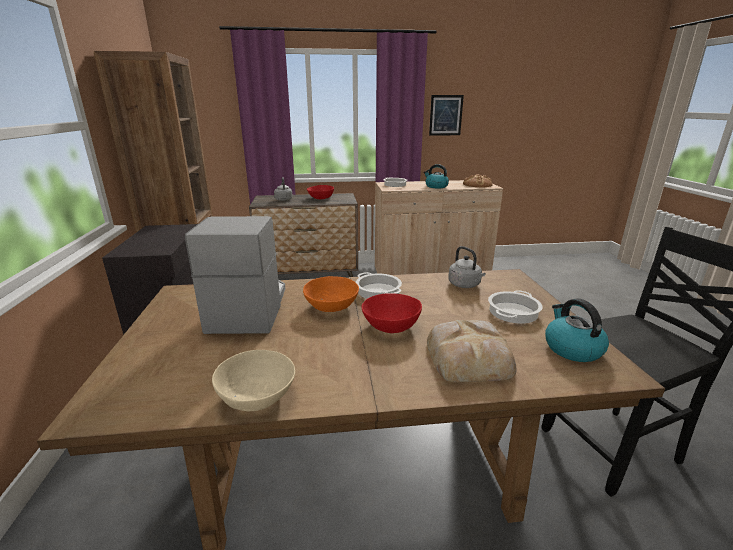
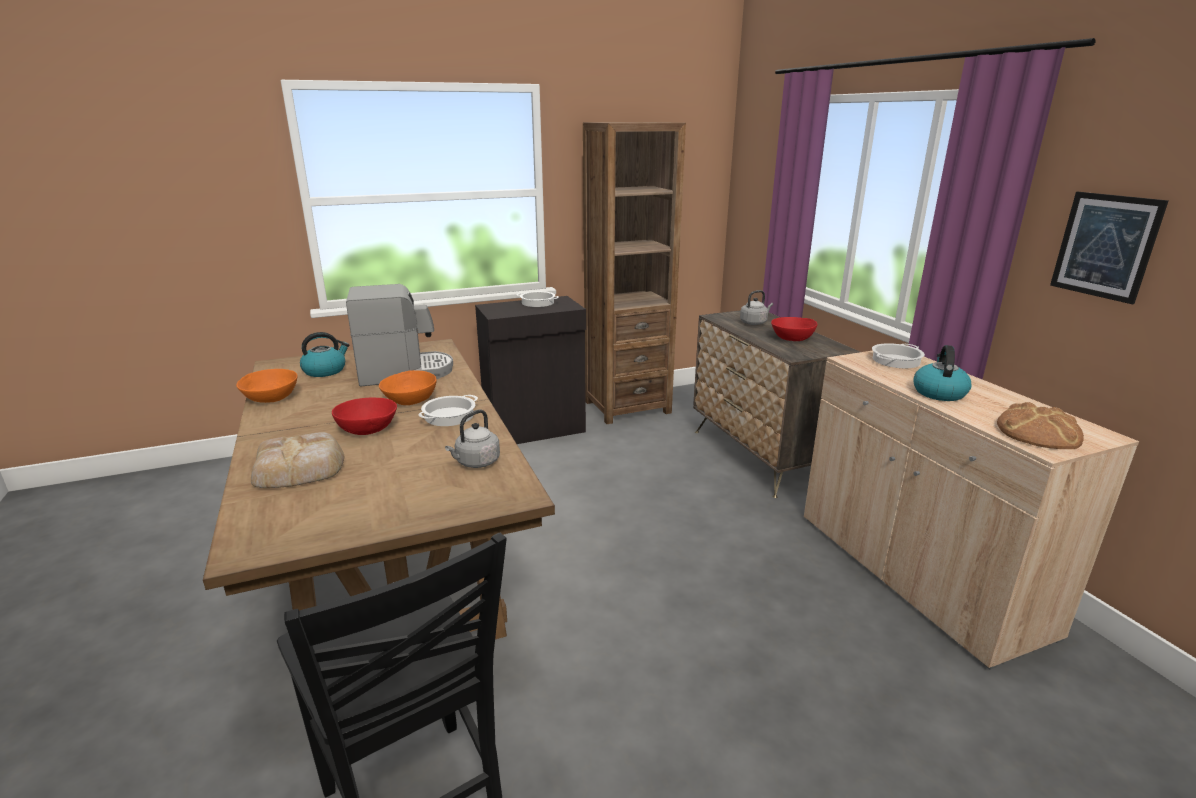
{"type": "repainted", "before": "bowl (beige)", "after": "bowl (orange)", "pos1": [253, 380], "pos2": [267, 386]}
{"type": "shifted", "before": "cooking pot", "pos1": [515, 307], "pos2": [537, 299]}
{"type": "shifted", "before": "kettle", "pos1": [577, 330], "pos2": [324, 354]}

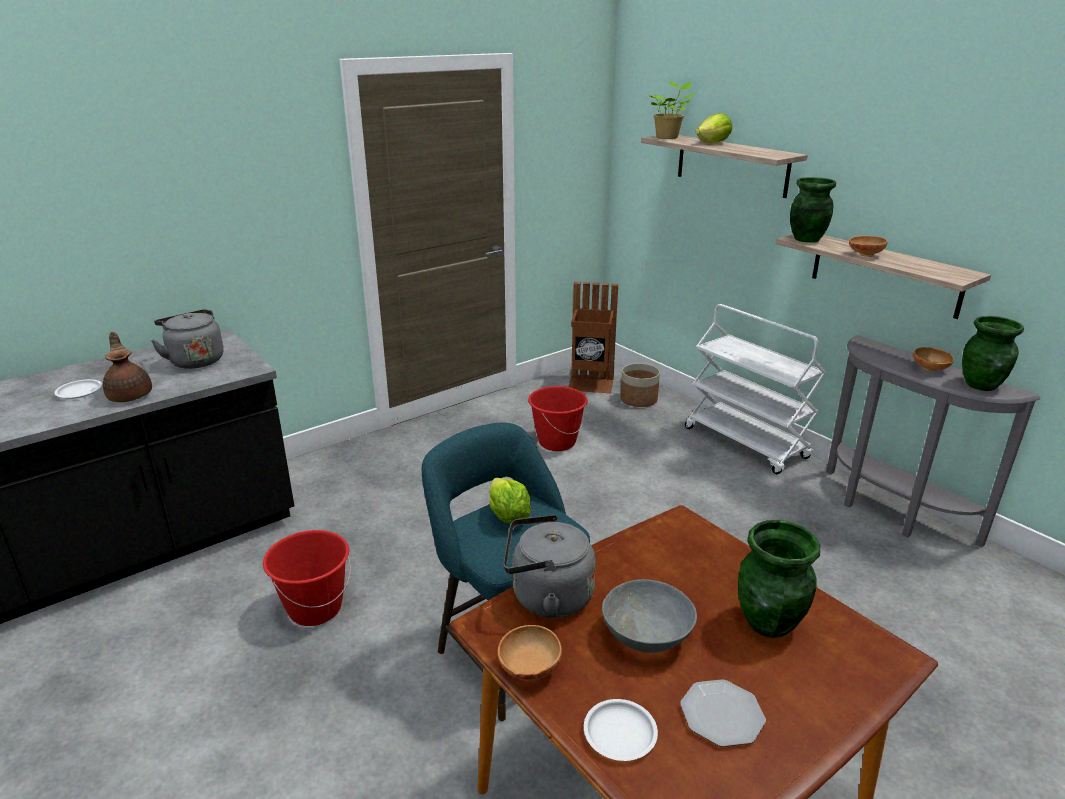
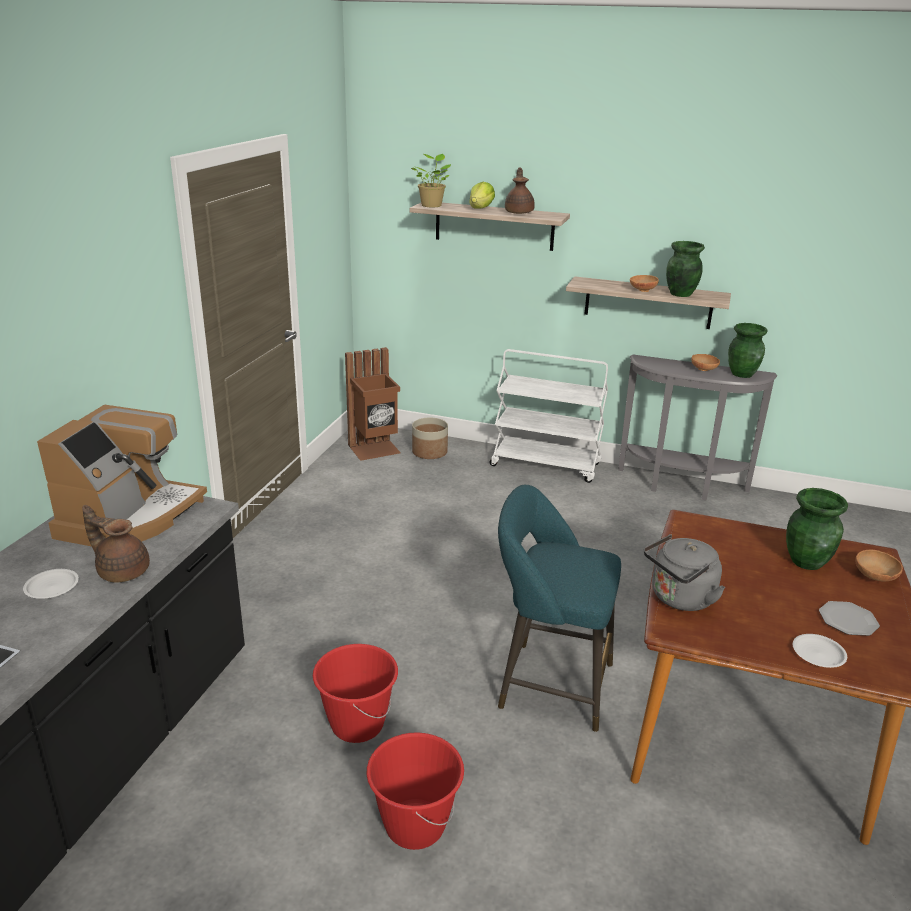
{"type": "swapped", "before": "kettle (grey)", "after": "coffee machine", "pos1": [187, 339], "pos2": [122, 475]}
{"type": "gone", "before": "lettuce", "pos1": [510, 501]}
{"type": "shifted", "before": "bowl (brown)", "pos1": [529, 653], "pos2": [879, 565]}
{"type": "shifted", "before": "bucket (red)", "pos1": [558, 418], "pos2": [415, 791]}
{"type": "gone", "before": "bowl (grey)", "pos1": [649, 616]}
{"type": "shifted", "before": "vase (green)", "pos1": [813, 210], "pos2": [685, 269]}
{"type": "new", "after": "teapot (brown)", "pos2": [520, 190]}

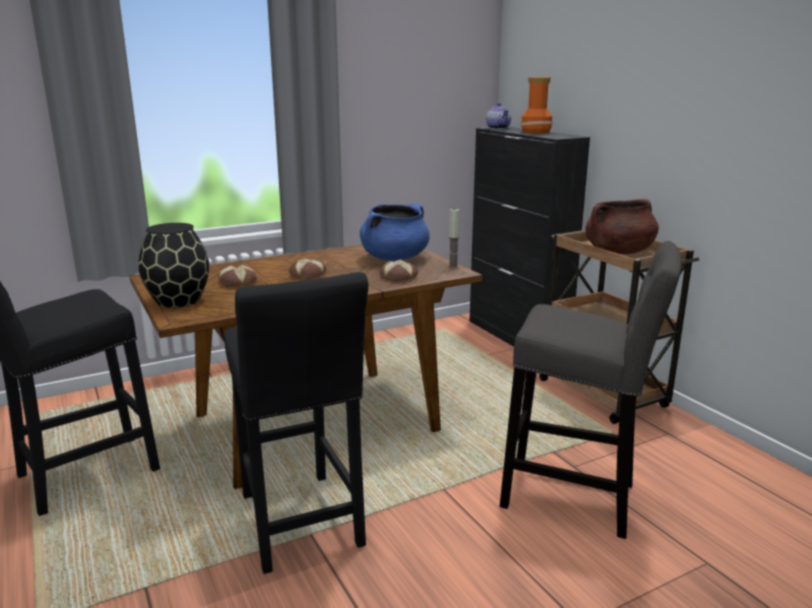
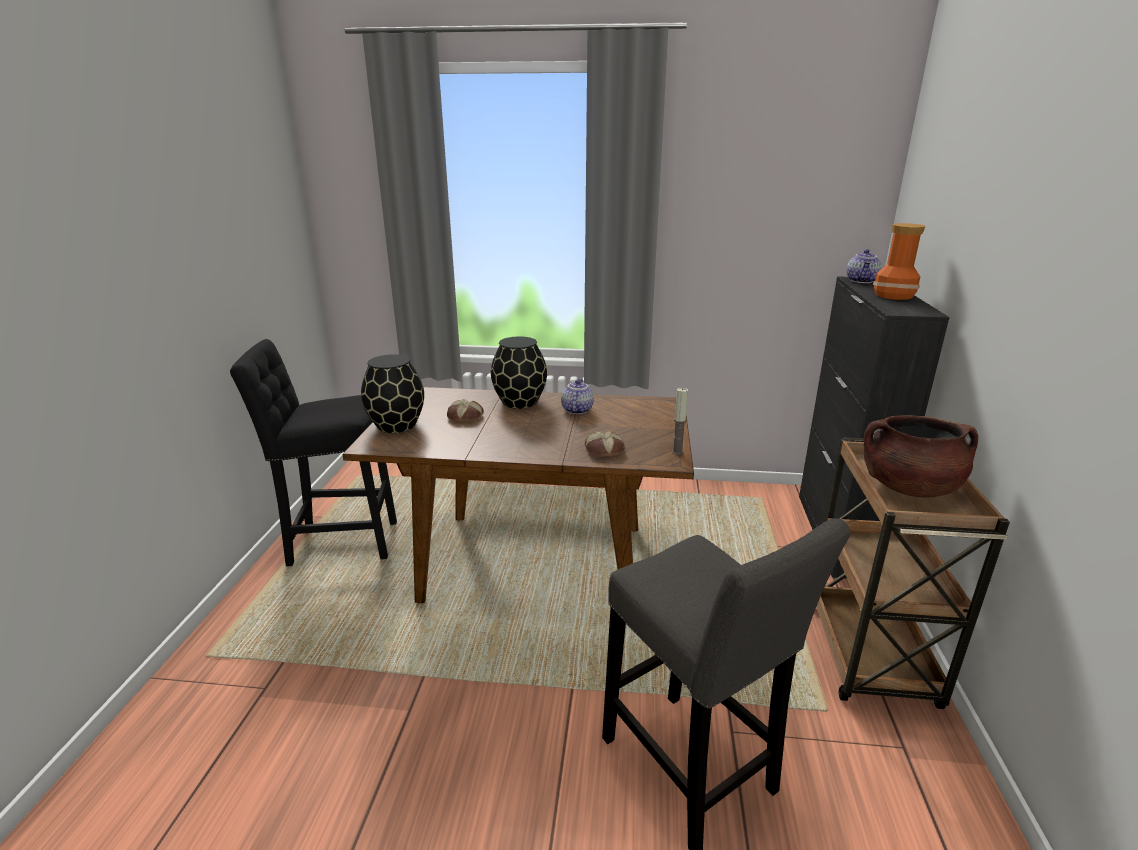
{"type": "gone", "before": "stool (black)", "pos1": [296, 423]}
{"type": "gone", "before": "bread", "pos1": [307, 268]}
{"type": "gone", "before": "cooking pot (blue)", "pos1": [395, 232]}
{"type": "new", "after": "vase (black)", "pos2": [519, 372]}
{"type": "new", "after": "teapot", "pos2": [577, 396]}

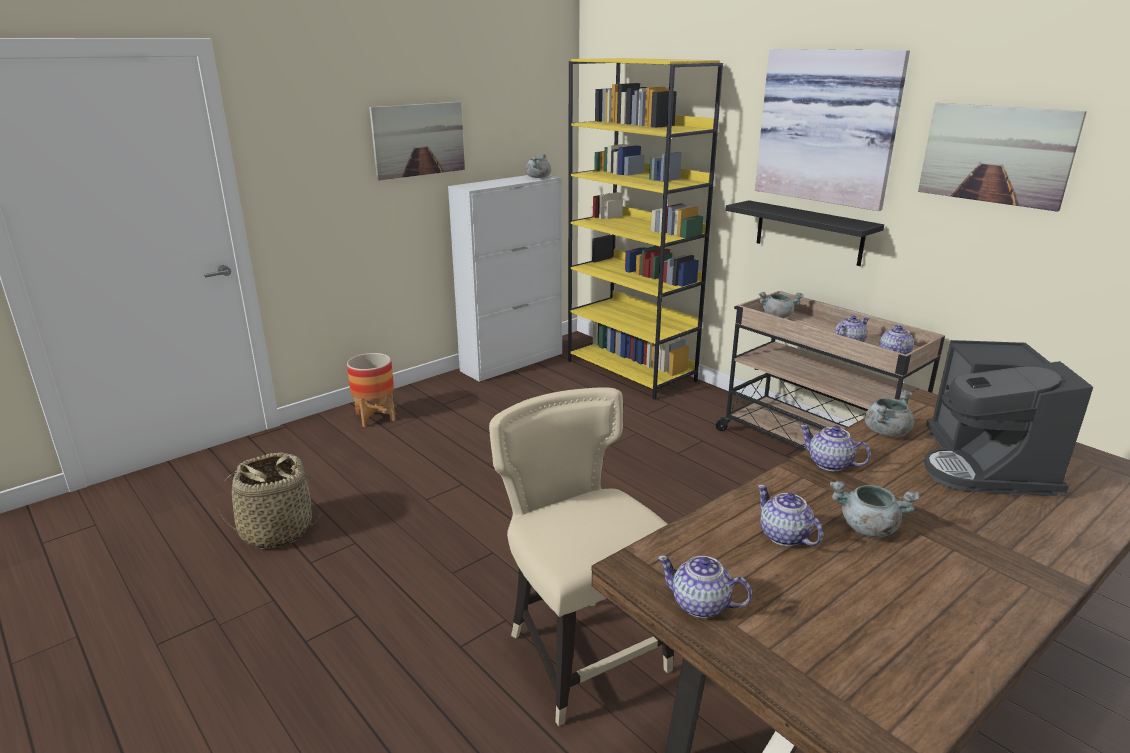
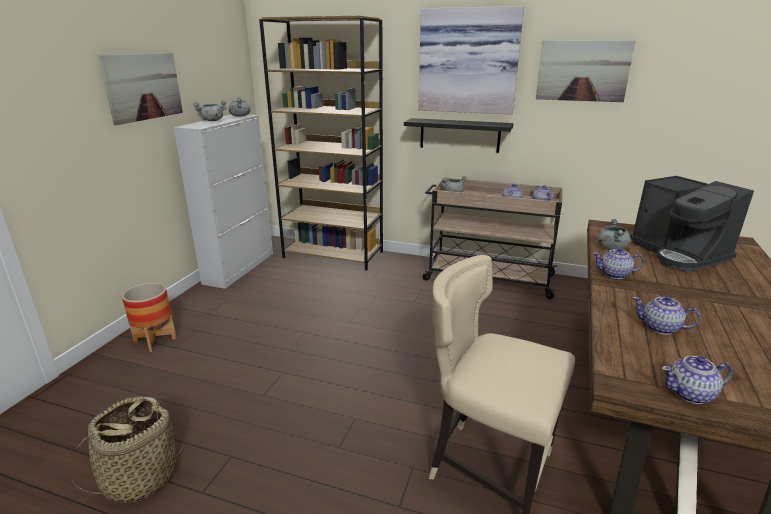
{"type": "repainted", "before": "bookcase (yellow)", "after": "bookcase (brown)", "pos1": [645, 229], "pos2": [321, 143]}
{"type": "shifted", "before": "cooking pot (grey)", "pos1": [875, 509], "pos2": [210, 110]}

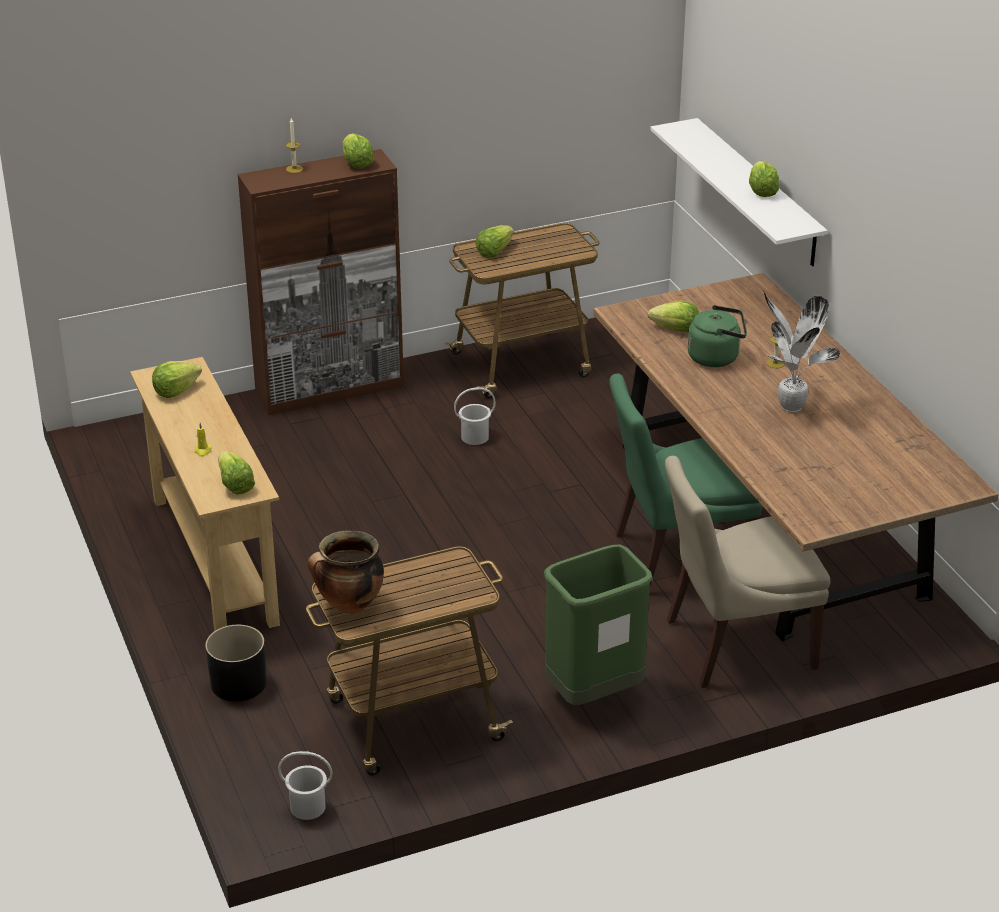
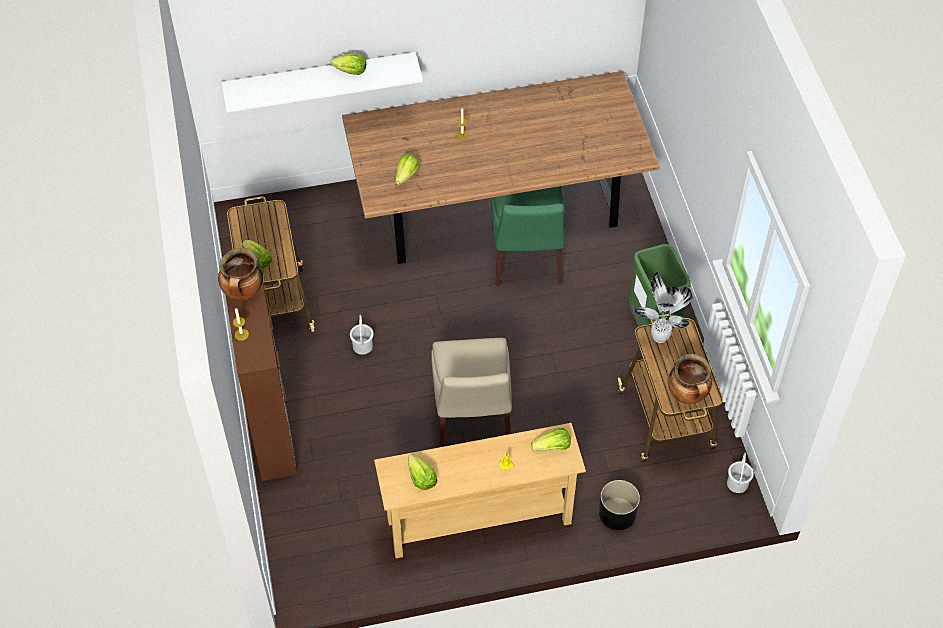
{"type": "swapped", "before": "lettuce", "after": "cooking pot", "pos1": [358, 150], "pos2": [240, 274]}
{"type": "shifted", "before": "chair (beige)", "pos1": [747, 572], "pos2": [471, 392]}
{"type": "gone", "before": "kettle (green)", "pos1": [717, 336]}
{"type": "shifted", "before": "potted plant", "pos1": [801, 351], "pos2": [663, 307]}

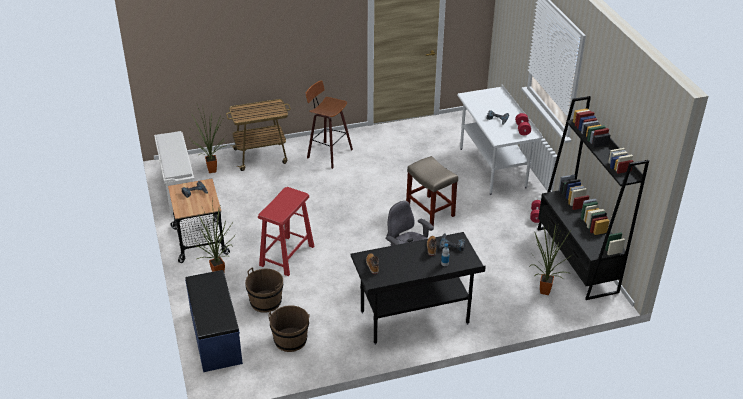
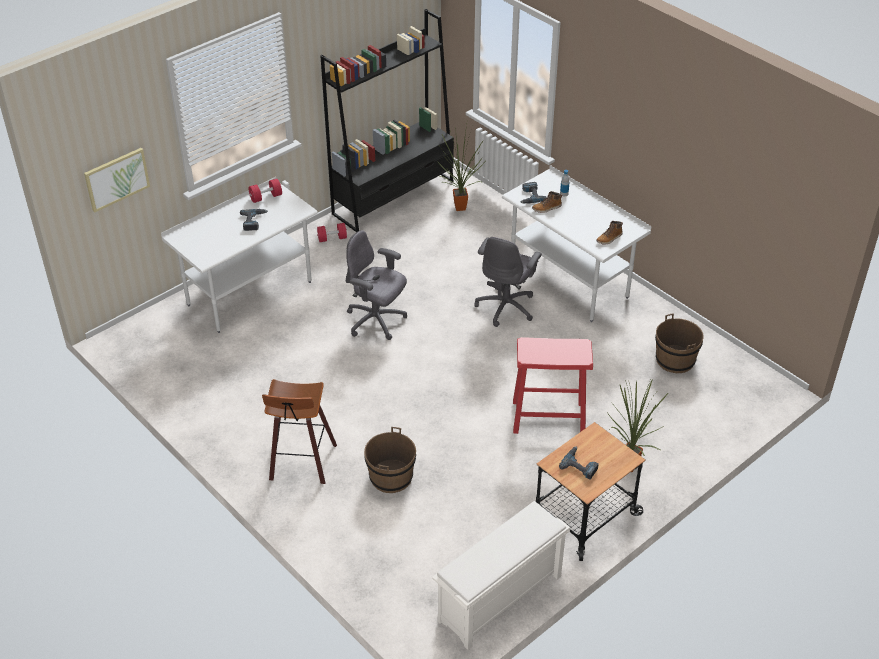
{"type": "gone", "before": "bench (blue)", "pos1": [214, 321]}
{"type": "gone", "before": "potted plant", "pos1": [209, 139]}
{"type": "gone", "before": "cart", "pos1": [258, 135]}
{"type": "shifted", "before": "bucket (brown)", "pos1": [264, 290], "pos2": [390, 460]}
{"type": "repainted", "before": "desk (black)", "after": "desk (white)", "pos1": [418, 288], "pos2": [577, 243]}
{"type": "swapped", "before": "stool (beige)", "after": "office chair (grey)", "pos1": [432, 191], "pos2": [376, 285]}
{"type": "new", "after": "picture", "pos2": [117, 180]}

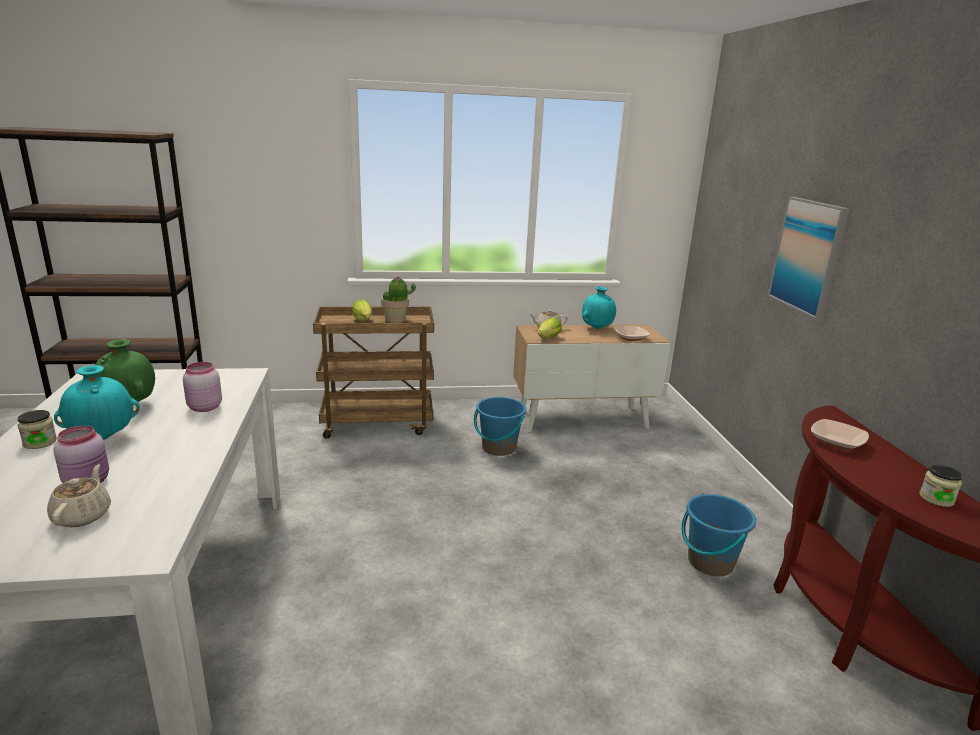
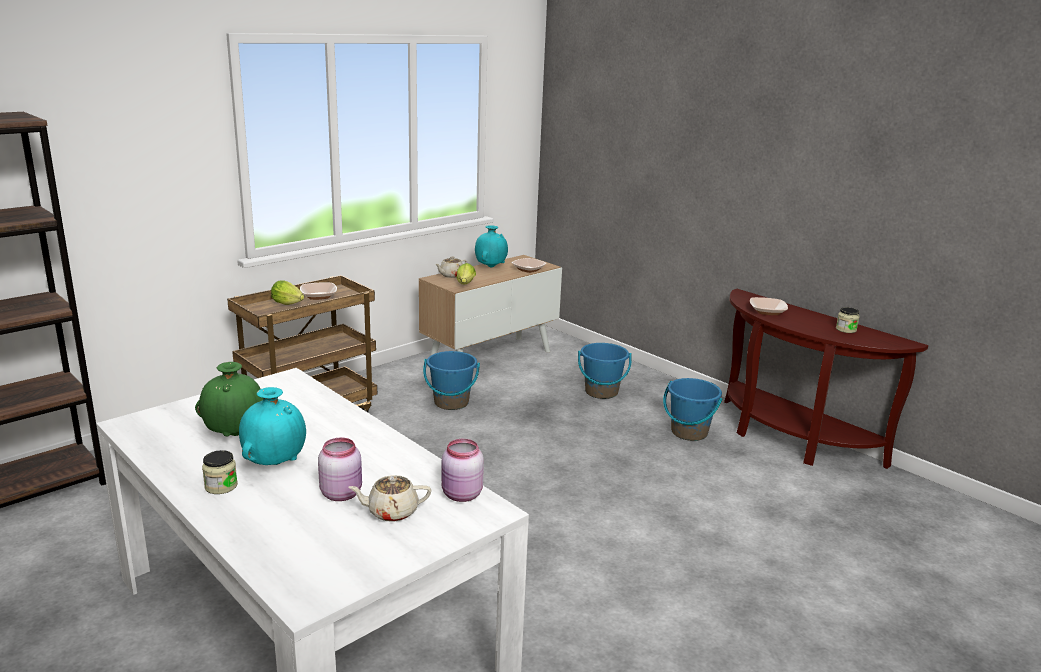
{"type": "rotated", "before": "teapot (beige)", "pos1": [79, 495], "pos2": [389, 498], "turn": -60}
{"type": "shifted", "before": "jar (pink)", "pos1": [202, 387], "pos2": [462, 470]}
{"type": "swapped", "before": "potted plant", "after": "bowl", "pos1": [398, 299], "pos2": [318, 291]}
{"type": "gone", "before": "picture", "pos1": [808, 258]}
{"type": "new", "after": "bucket (blue)", "pos2": [605, 371]}

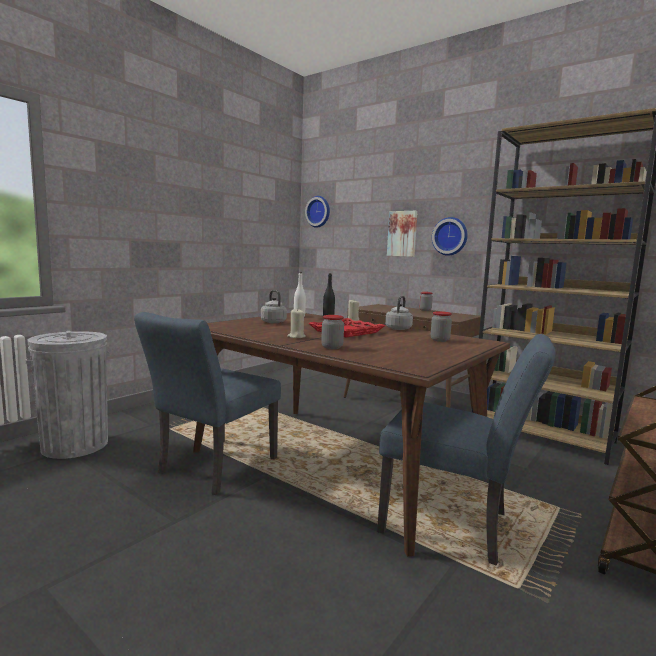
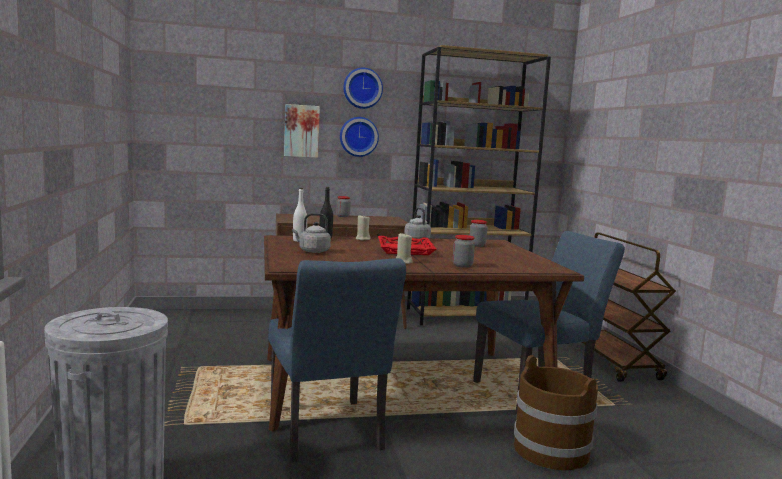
{"type": "shifted", "before": "wall clock", "pos1": [317, 212], "pos2": [363, 88]}
{"type": "new", "after": "bucket (brown)", "pos2": [556, 412]}

